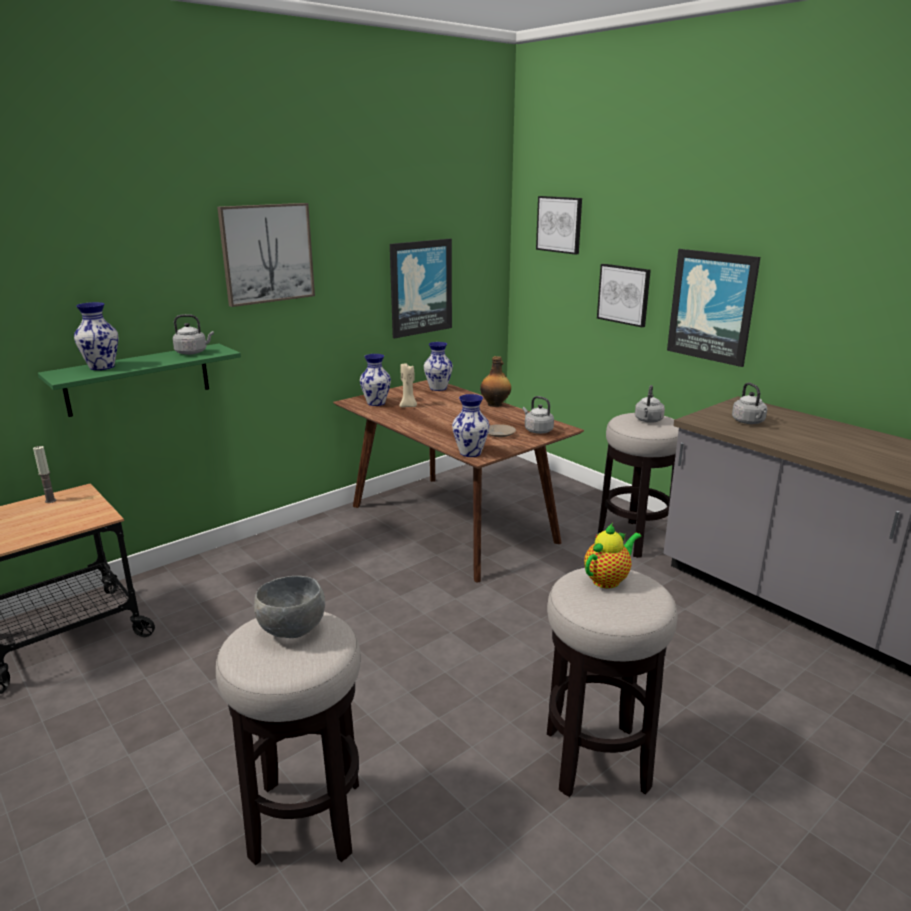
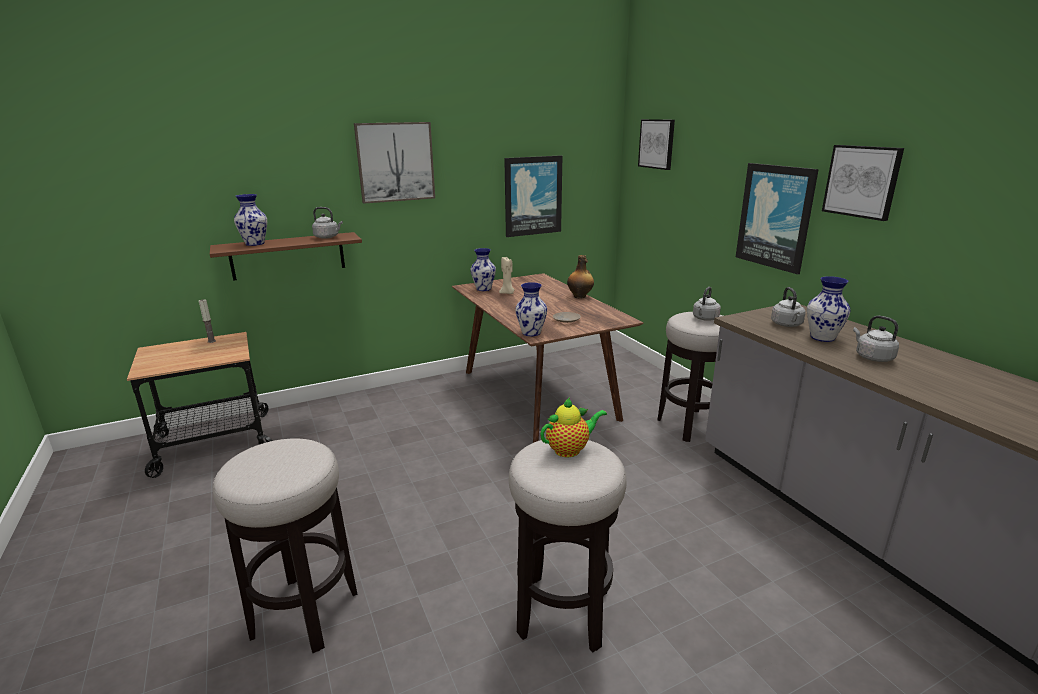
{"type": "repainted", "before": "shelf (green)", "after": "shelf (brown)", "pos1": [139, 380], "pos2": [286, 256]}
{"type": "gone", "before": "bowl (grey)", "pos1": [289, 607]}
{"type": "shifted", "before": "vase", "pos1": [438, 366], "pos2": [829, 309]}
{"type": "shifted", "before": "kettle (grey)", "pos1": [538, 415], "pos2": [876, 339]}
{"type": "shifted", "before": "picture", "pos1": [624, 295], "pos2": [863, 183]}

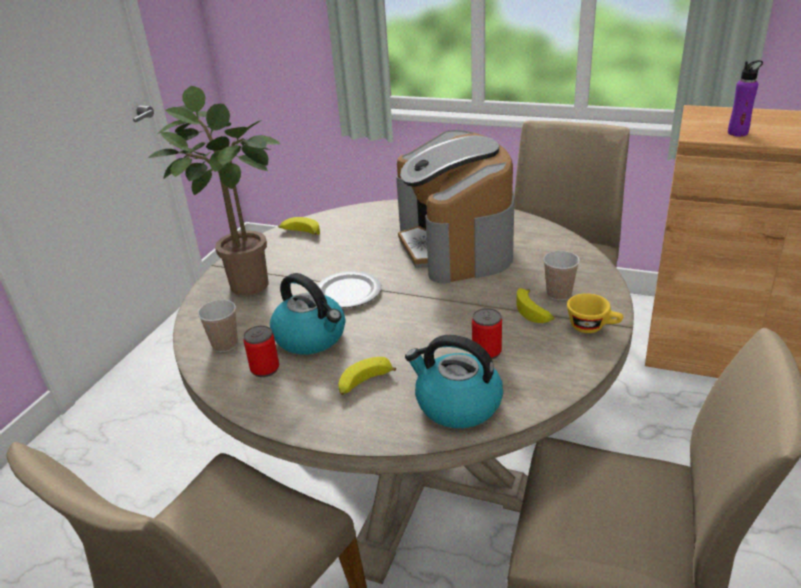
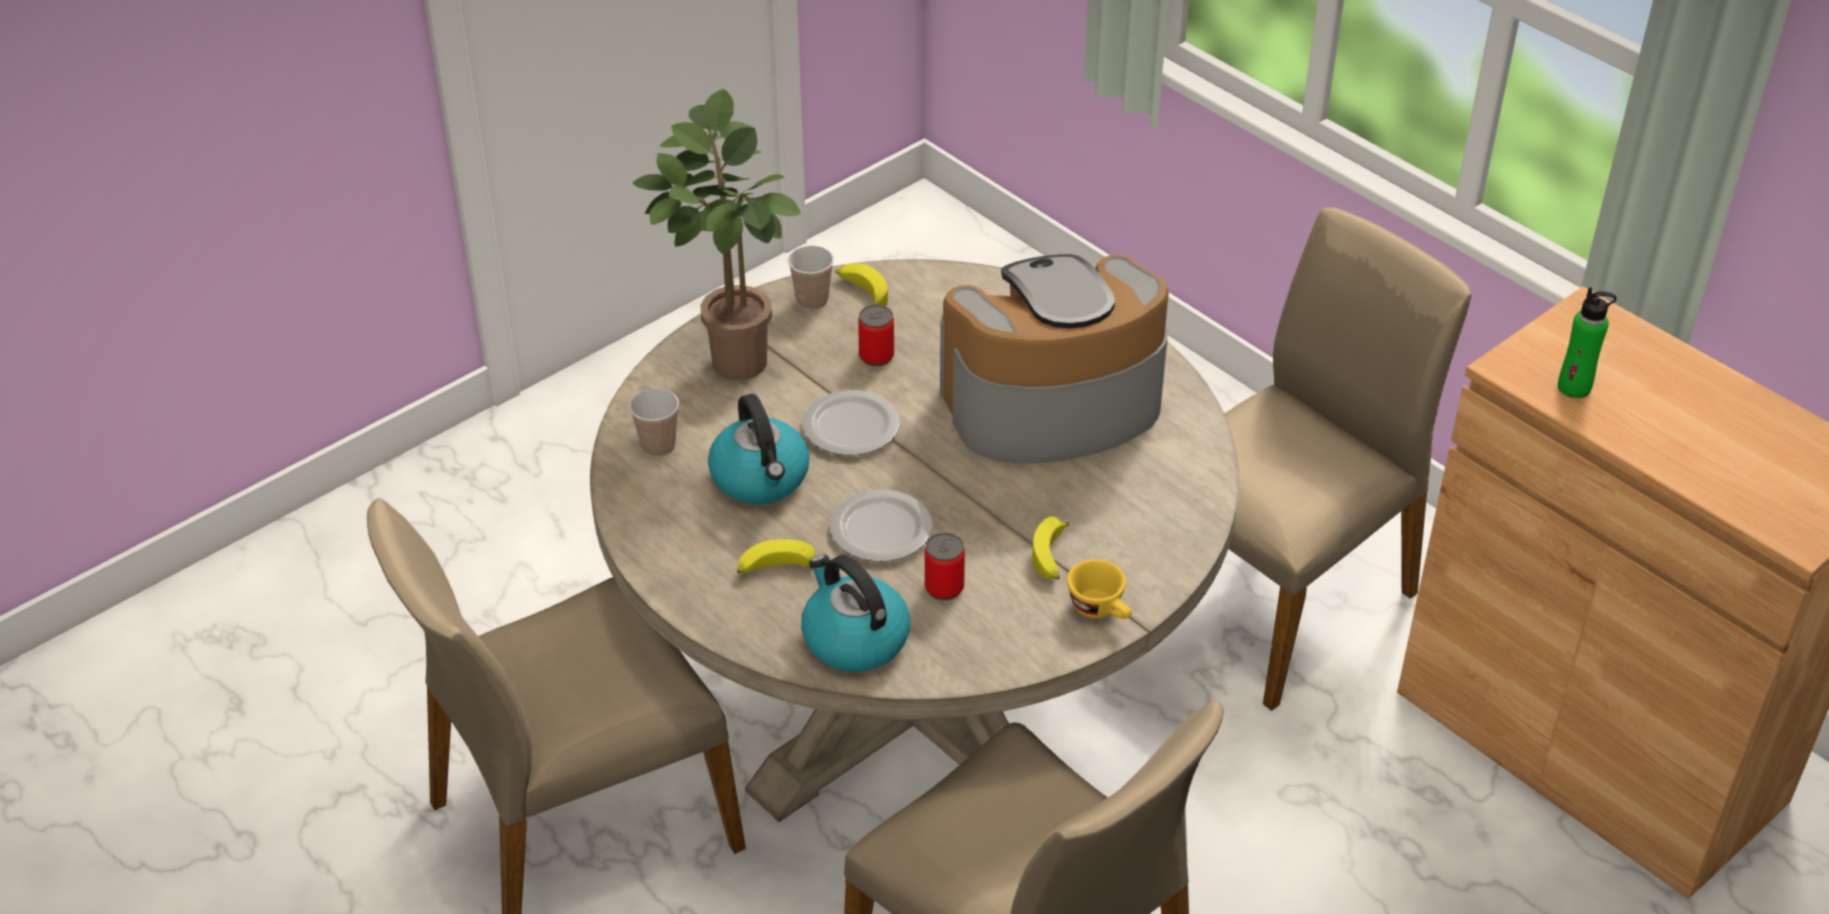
{"type": "shifted", "before": "can", "pos1": [261, 351], "pos2": [876, 335]}
{"type": "rotated", "before": "coffee machine", "pos1": [455, 207], "pos2": [1054, 358], "turn": 60}
{"type": "shifted", "before": "cup", "pos1": [561, 275], "pos2": [811, 277]}
{"type": "repainted", "before": "bottle (purple)", "after": "bottle (green)", "pos1": [745, 98], "pos2": [1587, 342]}
{"type": "new", "after": "plate", "pos2": [881, 526]}

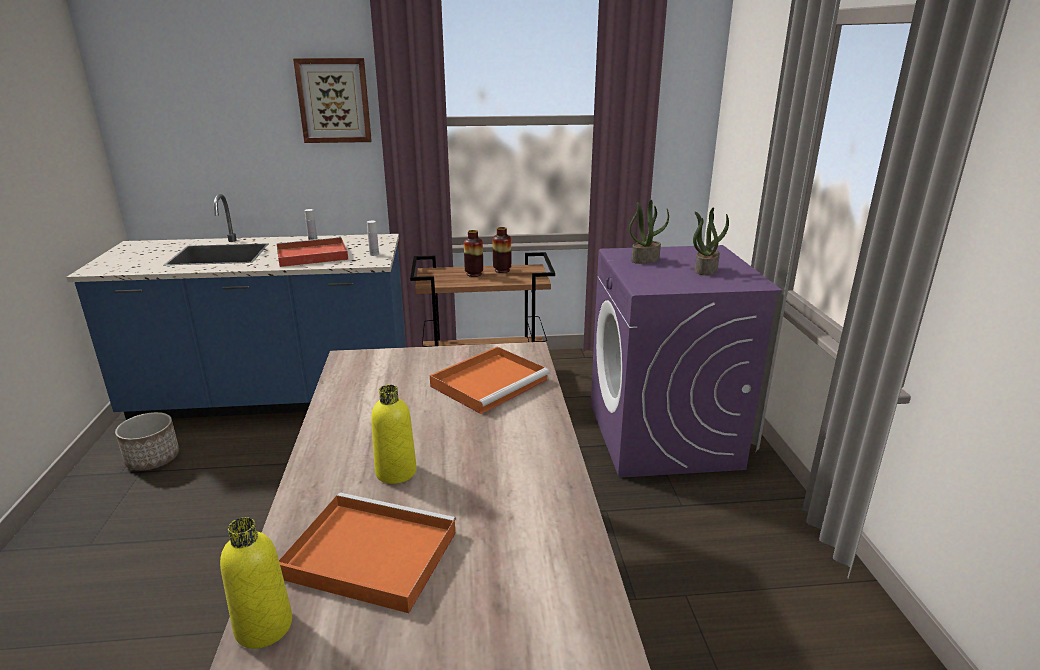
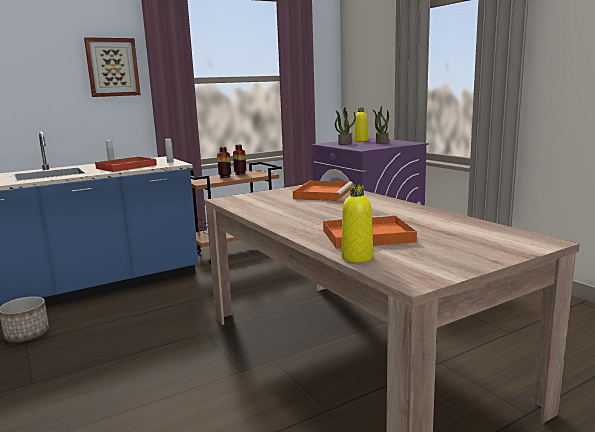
{"type": "shifted", "before": "bottle (yellow)", "pos1": [394, 434], "pos2": [361, 124]}

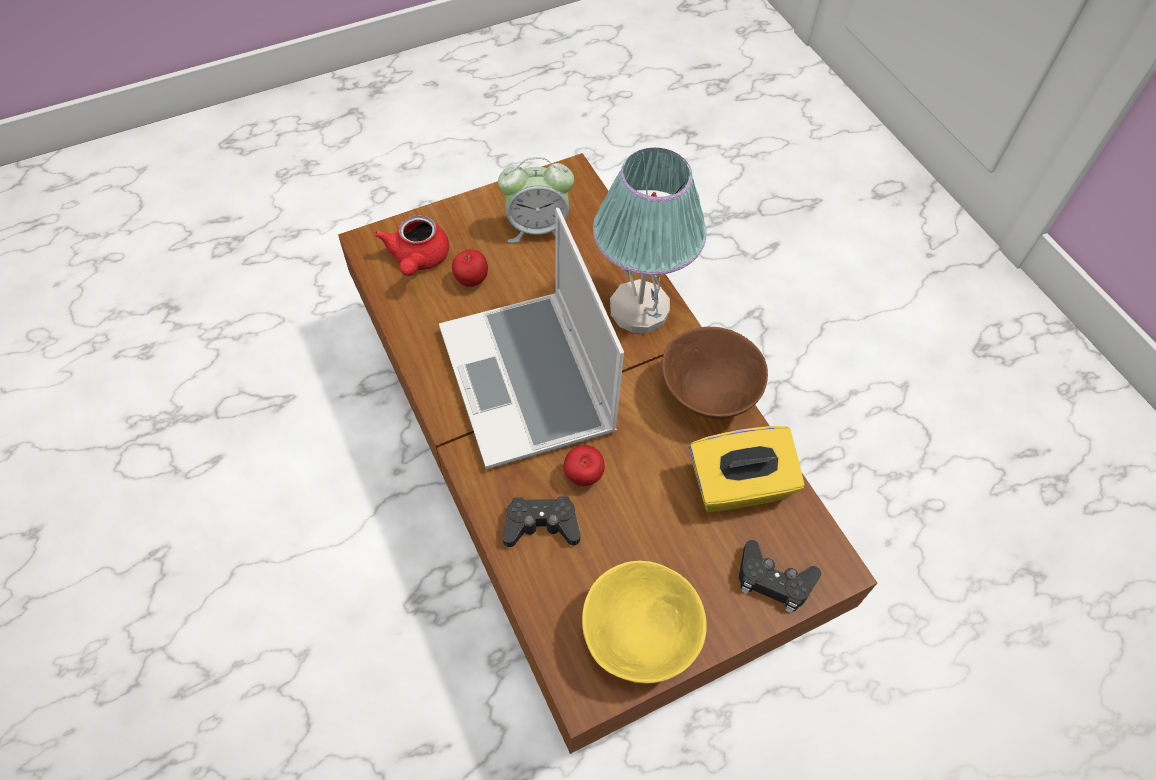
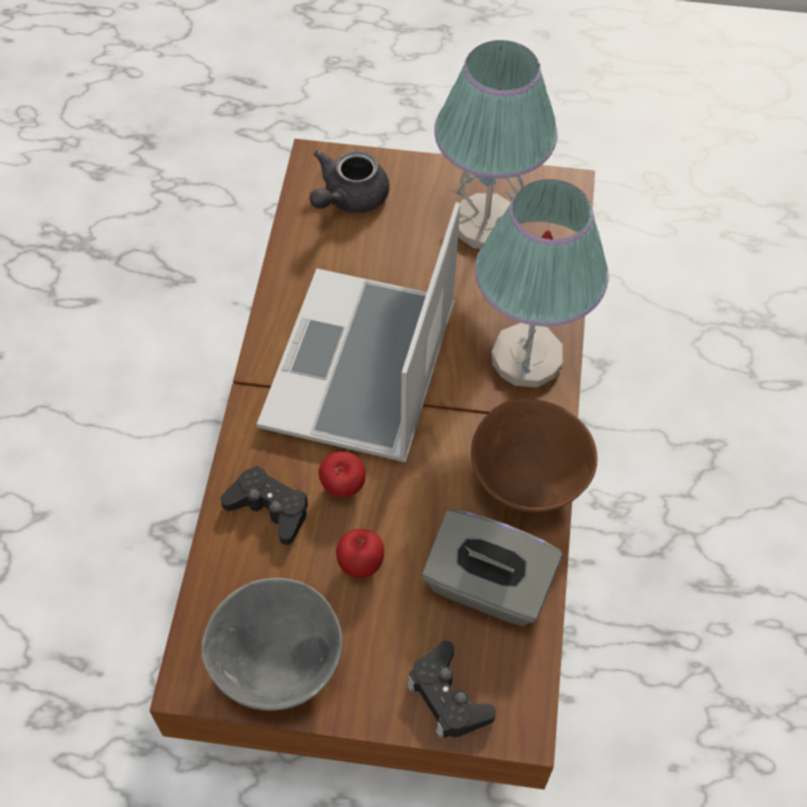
{"type": "repainted", "before": "teapot (red)", "after": "teapot (grey)", "pos1": [411, 245], "pos2": [349, 181]}
{"type": "shifted", "before": "apple", "pos1": [470, 268], "pos2": [360, 553]}
{"type": "swapped", "before": "alarm clock", "after": "table lamp", "pos1": [536, 200], "pos2": [496, 144]}
{"type": "repainted", "before": "bowl (yellow)", "after": "bowl (grey)", "pos1": [644, 622], "pos2": [271, 644]}
{"type": "repainted", "before": "tissue box (yellow)", "after": "tissue box (grey)", "pos1": [747, 469], "pos2": [492, 567]}

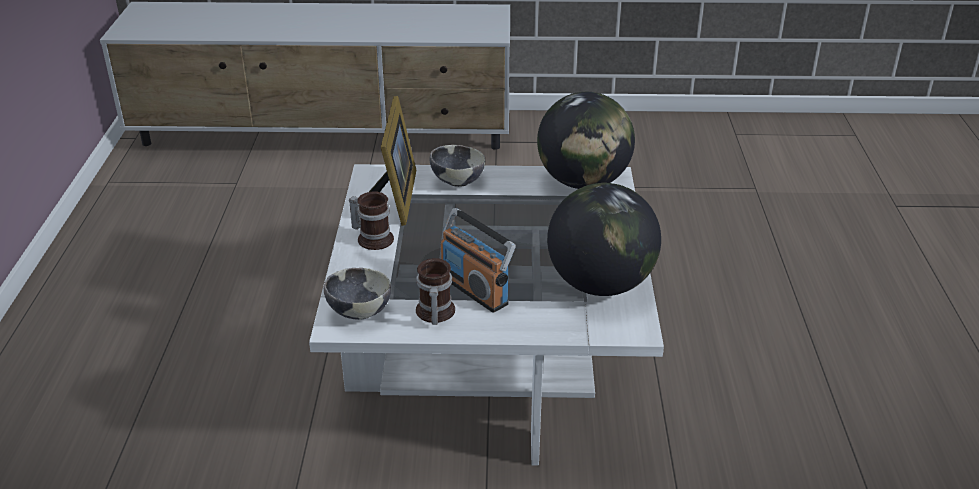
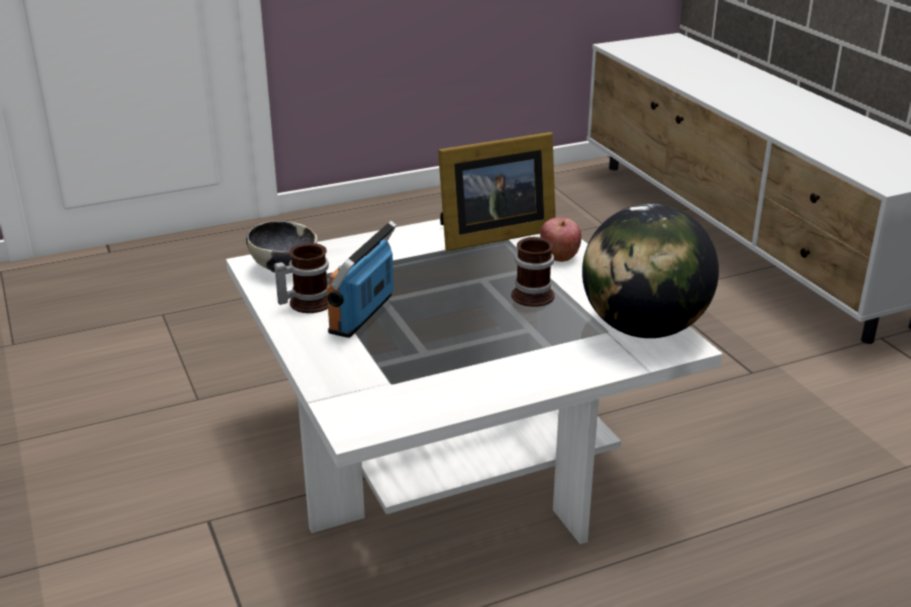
{"type": "shifted", "before": "mug", "pos1": [371, 220], "pos2": [533, 272]}
{"type": "swapped", "before": "bowl", "after": "apple", "pos1": [457, 166], "pos2": [560, 239]}
{"type": "gone", "before": "globe", "pos1": [604, 239]}

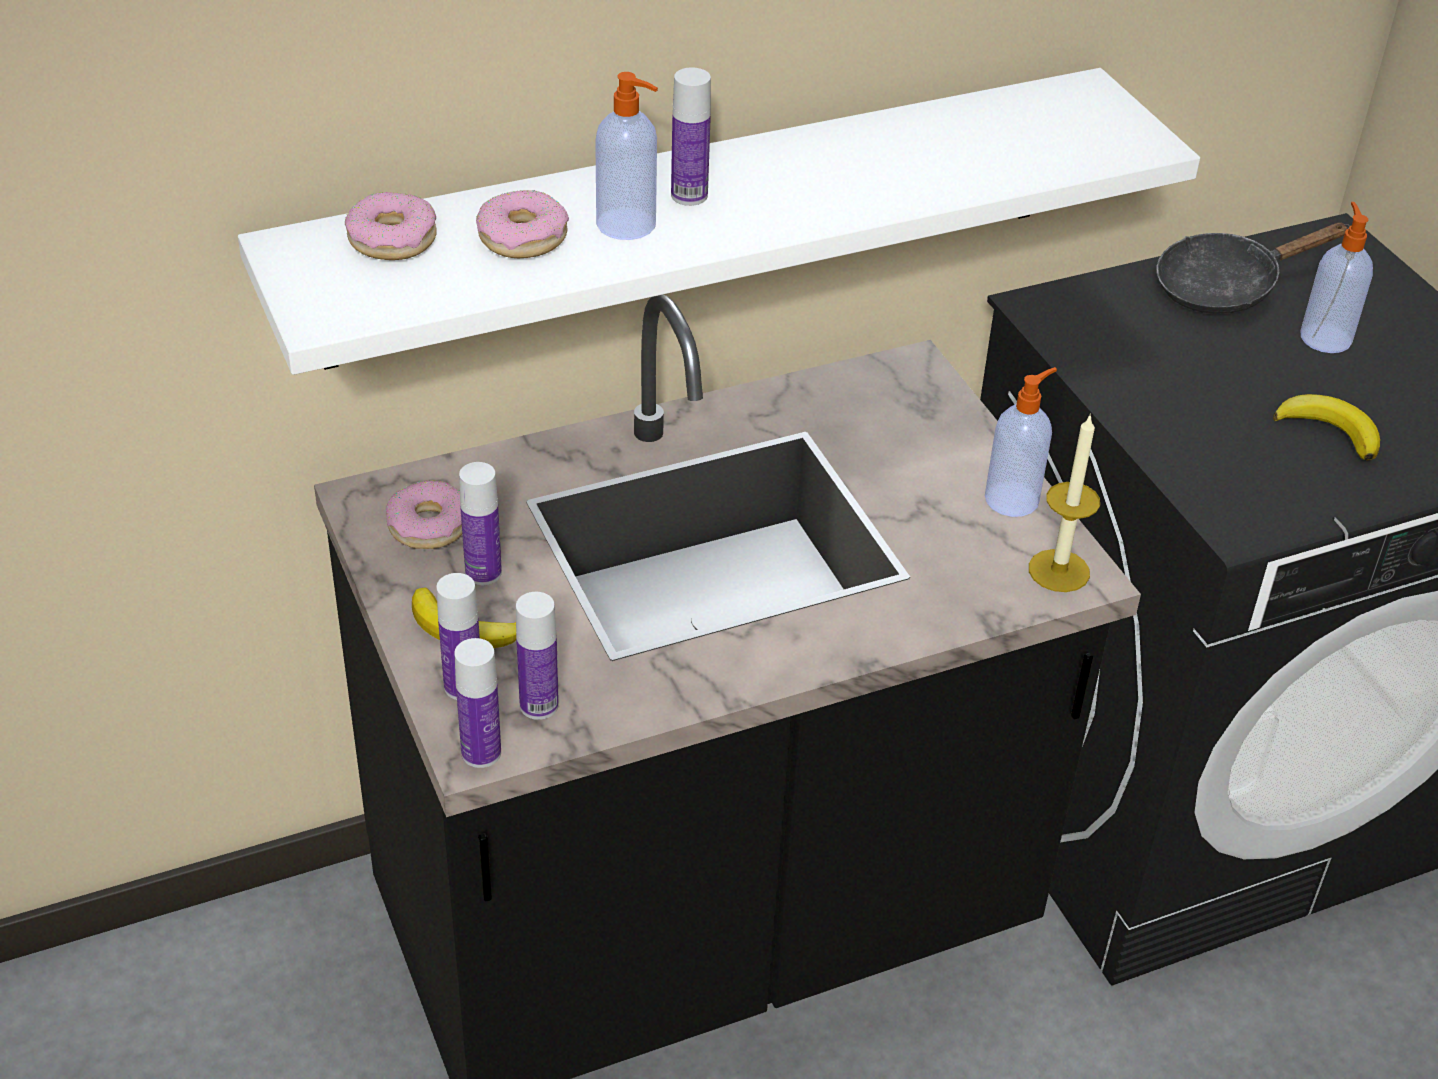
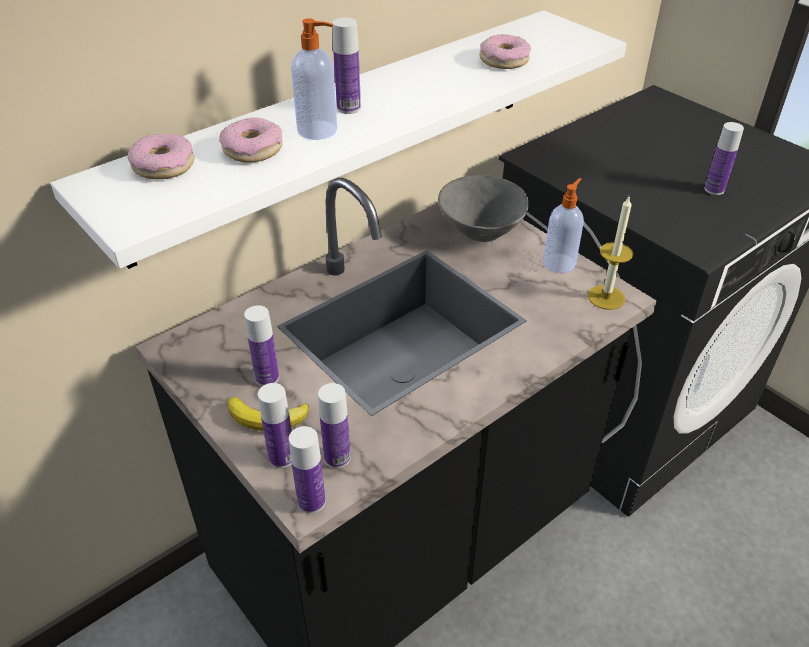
{"type": "shifted", "before": "donut", "pos1": [424, 514], "pos2": [505, 51]}
{"type": "gone", "before": "frying pan (black)", "pos1": [1253, 268]}
{"type": "swapped", "before": "banana", "after": "bottle", "pos1": [1326, 427], "pos2": [724, 158]}
{"type": "gone", "before": "soap dispenser", "pos1": [1337, 277]}
{"type": "new", "after": "bowl (grey)", "pos2": [483, 208]}

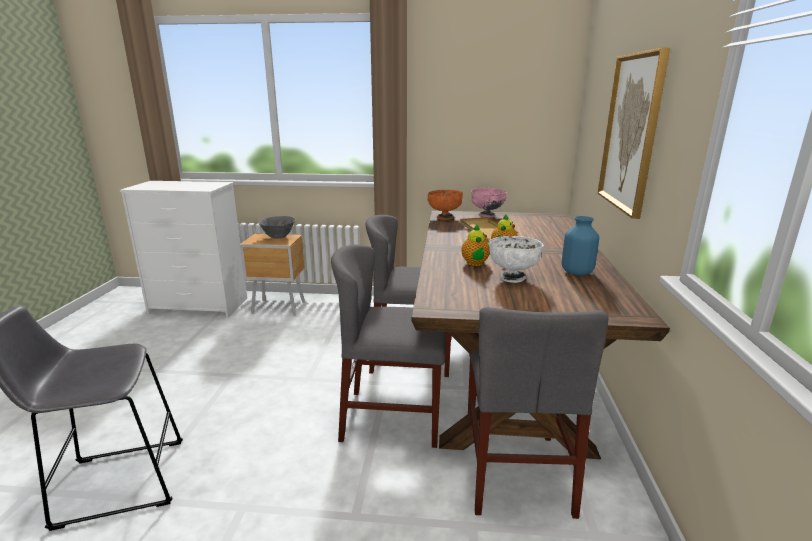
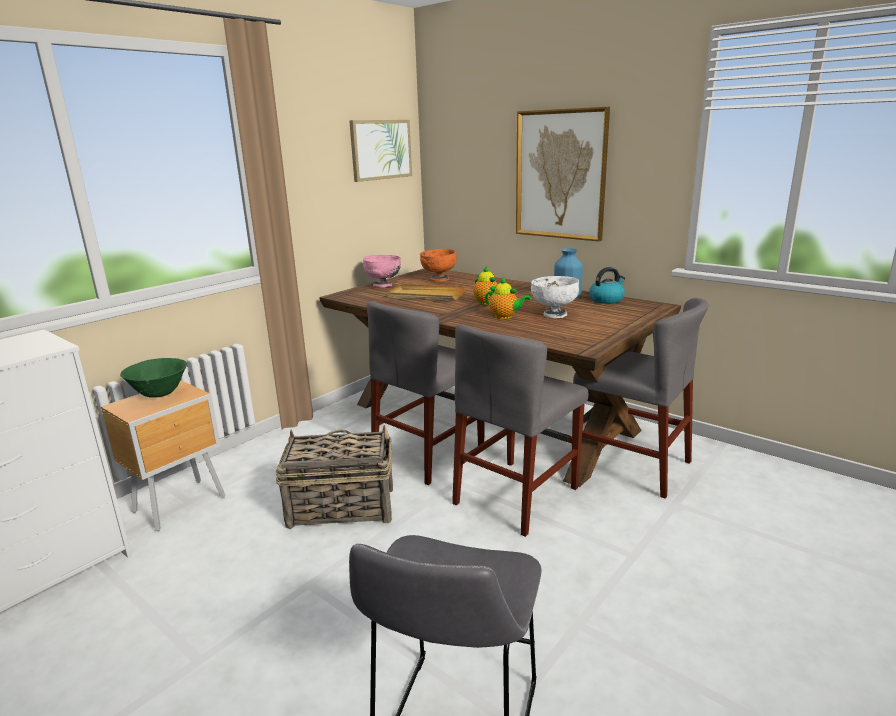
{"type": "repainted", "before": "bowl (grey)", "after": "bowl (green)", "pos1": [277, 227], "pos2": [153, 378]}
{"type": "shifted", "before": "bowl (orange)", "pos1": [445, 205], "pos2": [438, 265]}
{"type": "new", "after": "basket", "pos2": [334, 477]}
{"type": "new", "after": "picture", "pos2": [380, 151]}
{"type": "new", "after": "kettle", "pos2": [607, 285]}

